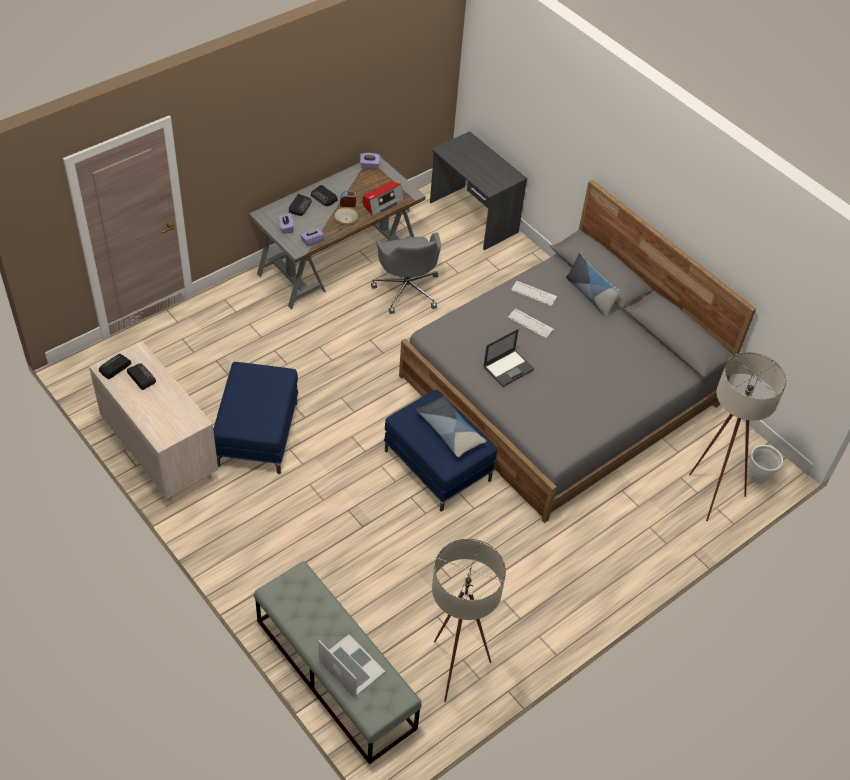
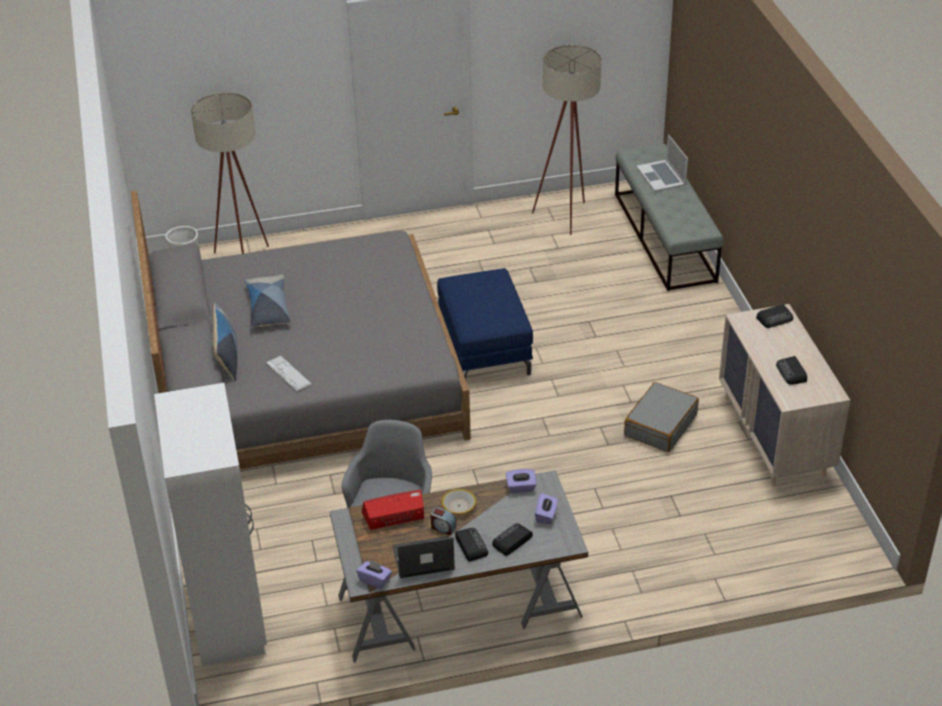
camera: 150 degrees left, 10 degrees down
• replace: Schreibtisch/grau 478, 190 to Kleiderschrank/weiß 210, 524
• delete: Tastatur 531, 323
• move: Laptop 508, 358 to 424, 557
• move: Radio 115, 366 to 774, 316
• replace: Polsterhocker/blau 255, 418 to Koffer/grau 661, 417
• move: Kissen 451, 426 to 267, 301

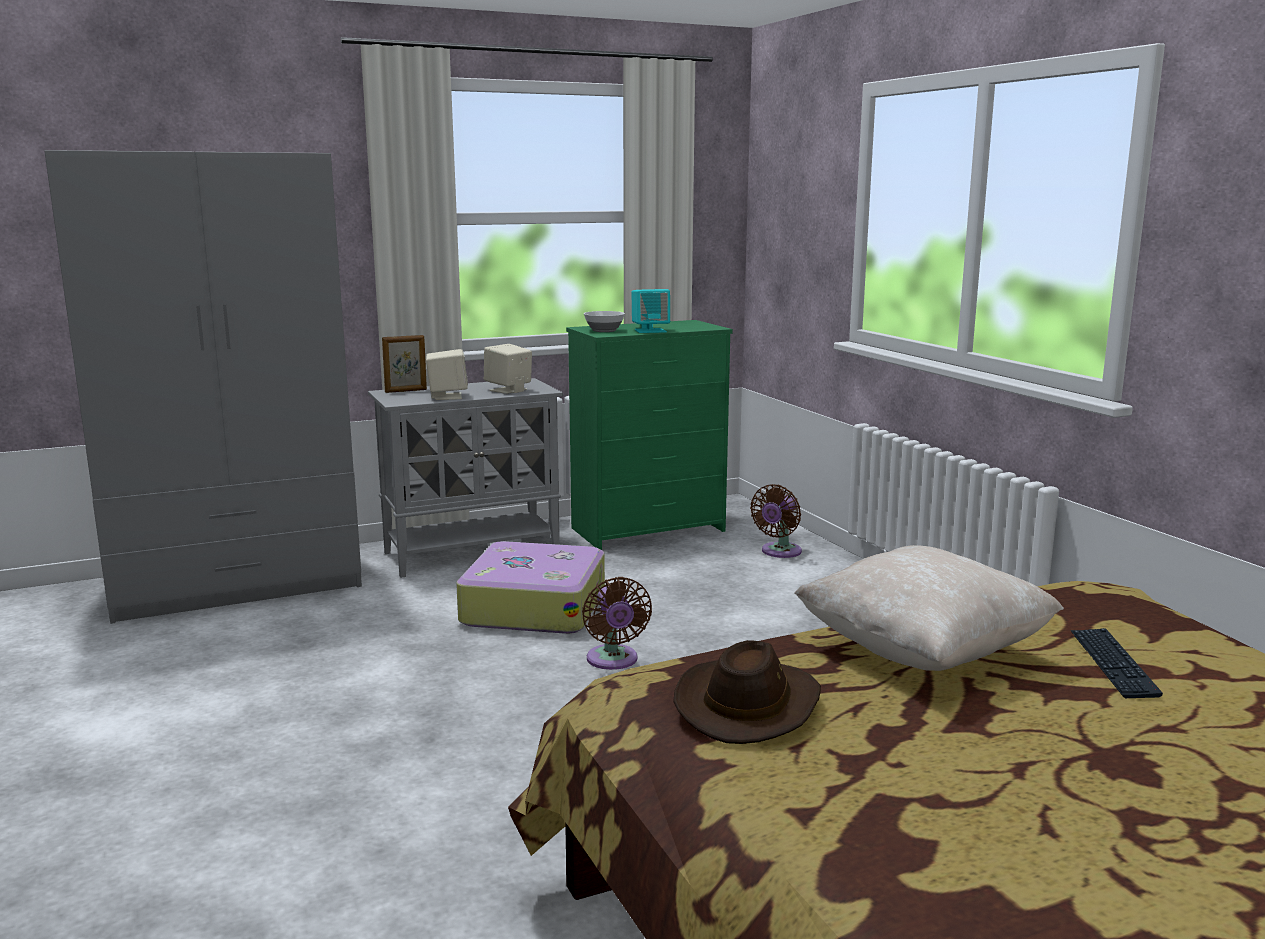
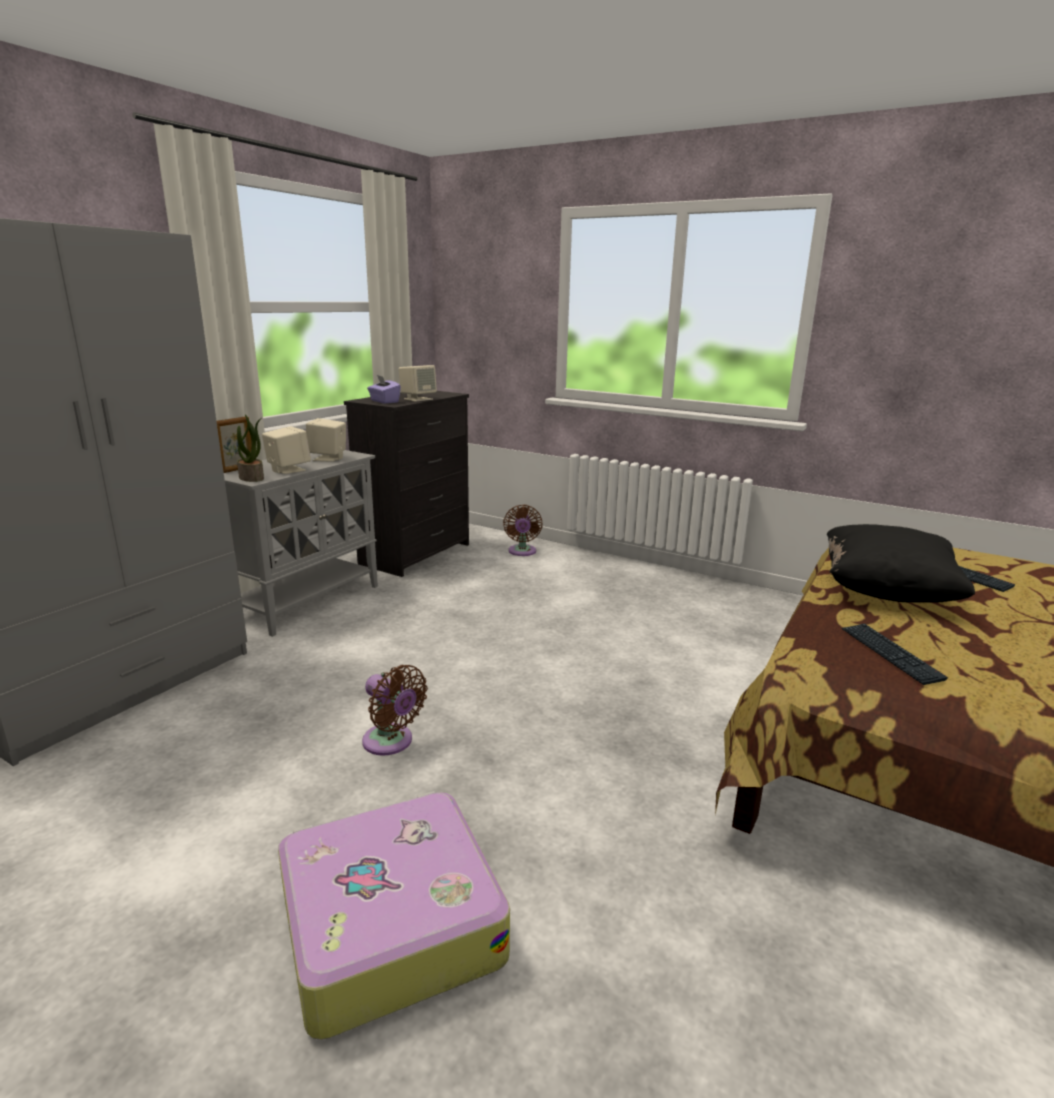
camera: 35 degrees left, 5 degrees up
• recolor: Lautsprecher/türkis 650, 311 to Lautsprecher/beige 418, 383
• replace: Schüssel 604, 321 to Taschentuchbox/lila 384, 389
• recolor: Kommode/grün 649, 435 to Kommode/schwarz 406, 484
• move: Koffer 530, 587 to 394, 915
• recolor: Kissen/beige 929, 608 to Kissen/schwarz 901, 563
• move: Ventilator/braun 617, 623 to 395, 710
• replace: Hut/braun 747, 692 to Tastatur 895, 654
• insert: Topfpflanze 250, 448

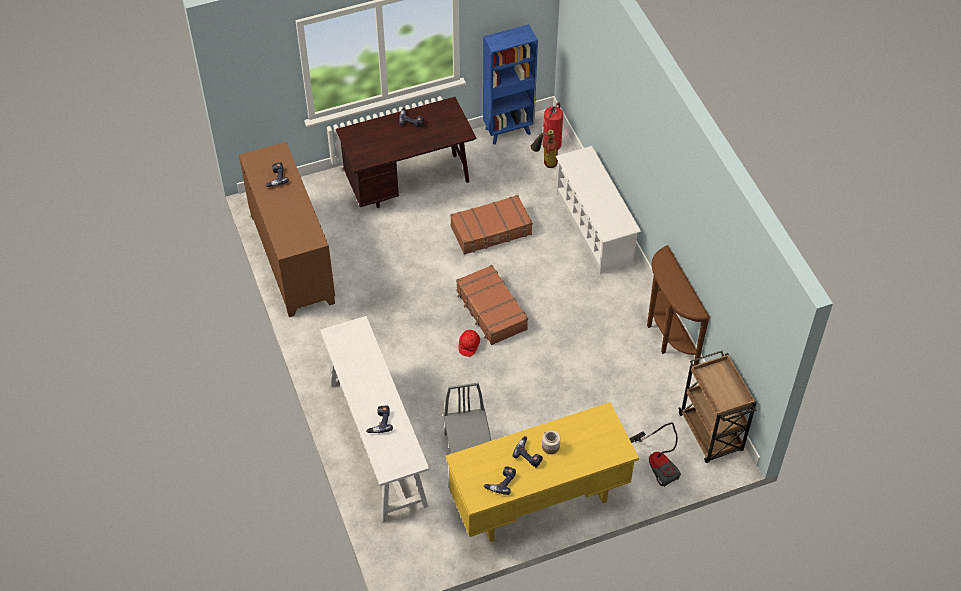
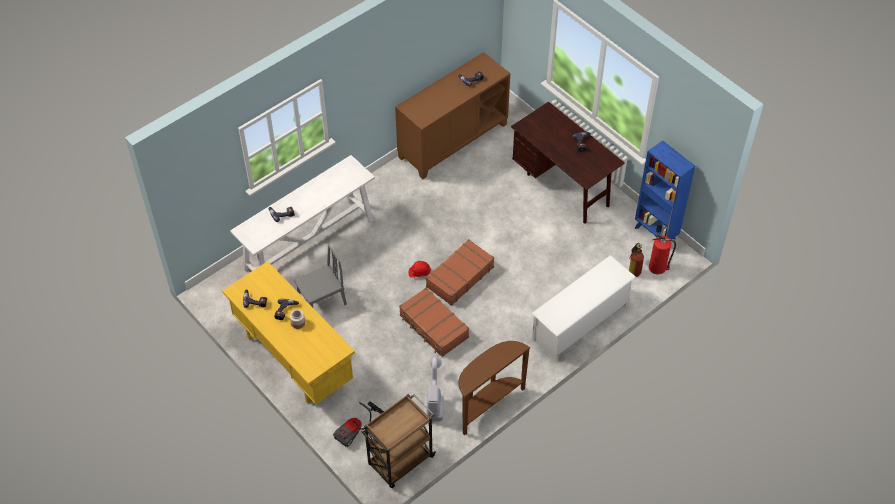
camera: 70 degrees right, 0 degrees up
• move: Koffer/braun 491, 224 to 434, 322
• insert: Staubsauger 434, 388

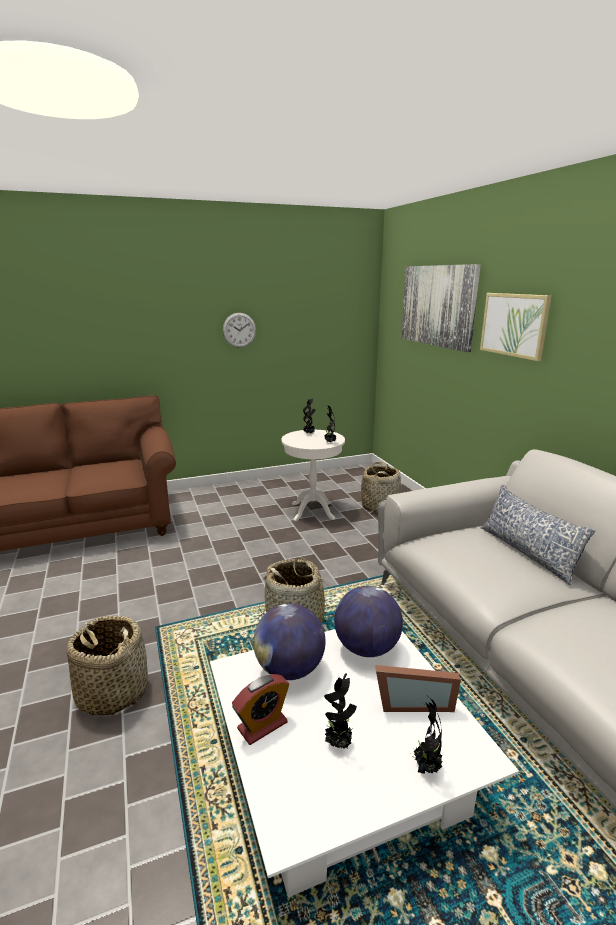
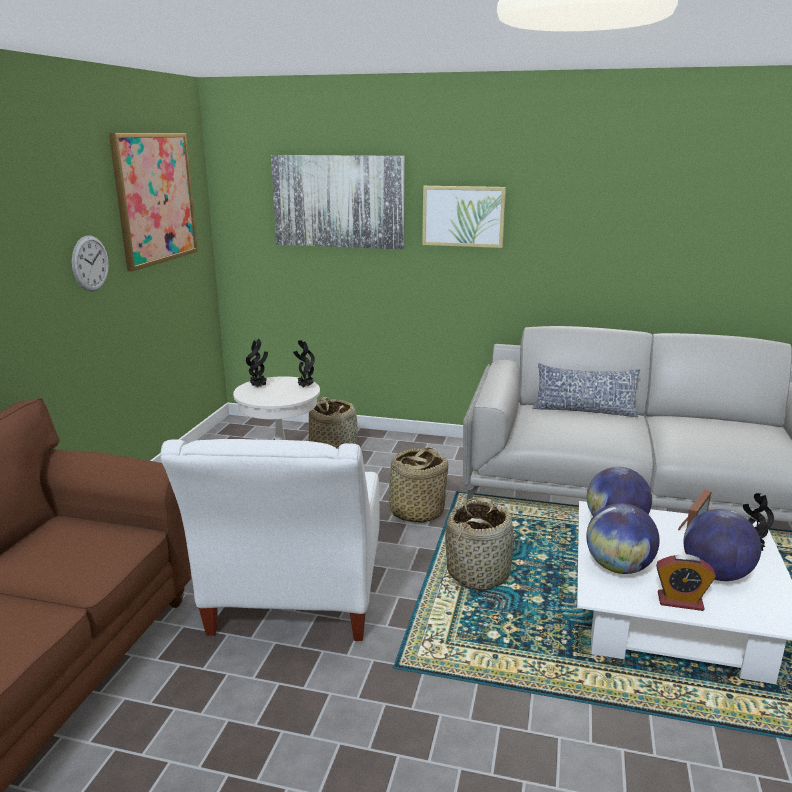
camera: 55 degrees left, 0 degrees up
• move: Korb 107, 666 to 414, 485
• replace: Topfpflanze 340, 711 to Globus 722, 545
• rotate: Wecker 260, 709 = 686, 582 105 degrees clockwise
• insert: Bild 153, 202
• insert: Sessel/weiß 270, 540

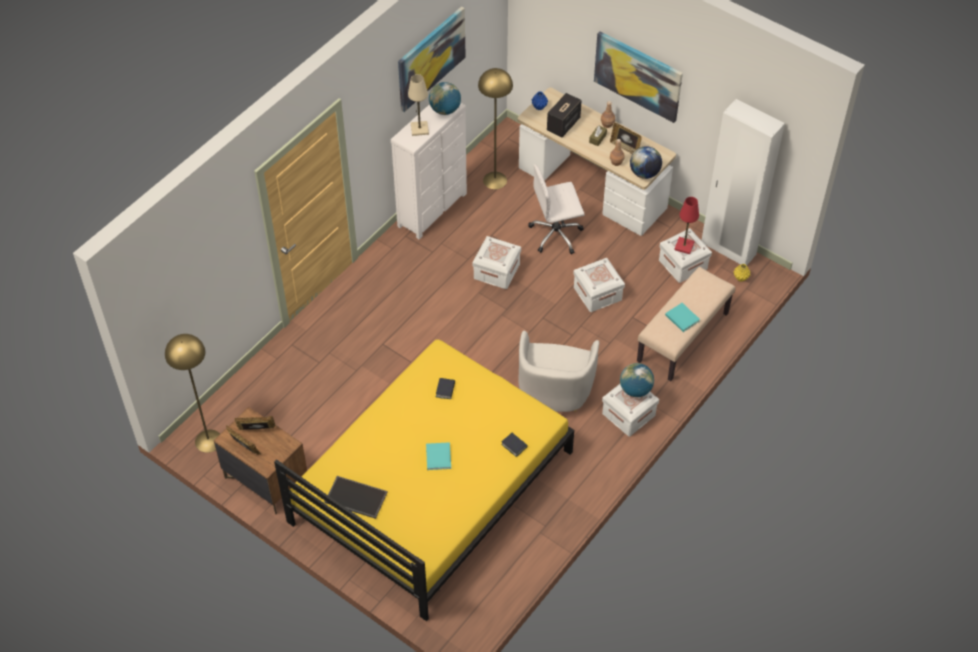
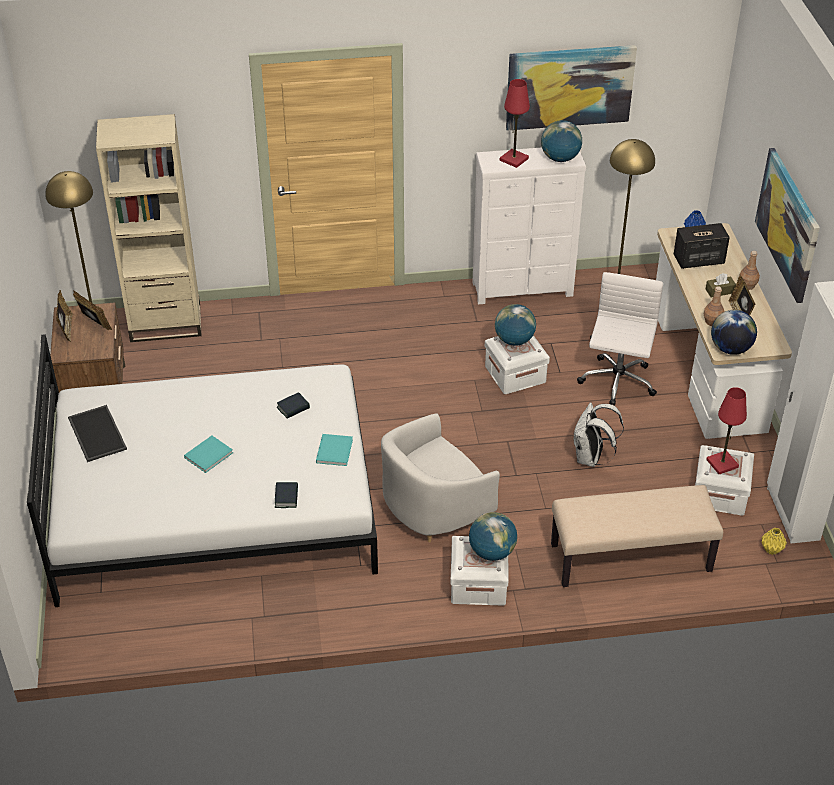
camera: 45 degrees right, 10 degrees down
• recolor: Tischlampe/beige 418, 105 to Tischlampe/rot 515, 123
• rotate: Bürostuhl/weiß 556, 209 = 620, 339 75 degrees clockwise
• replace: Aufbewahrungsbox/weiß 599, 285 to Rucksack/weiß 598, 434
• move: Buch/türkis 682, 317 to 334, 450
• recolor: Bett/gelb 424, 480 to Bett/weiß 202, 470
• insert: Bücherregal/beige 148, 228
• insert: Globus 515, 325

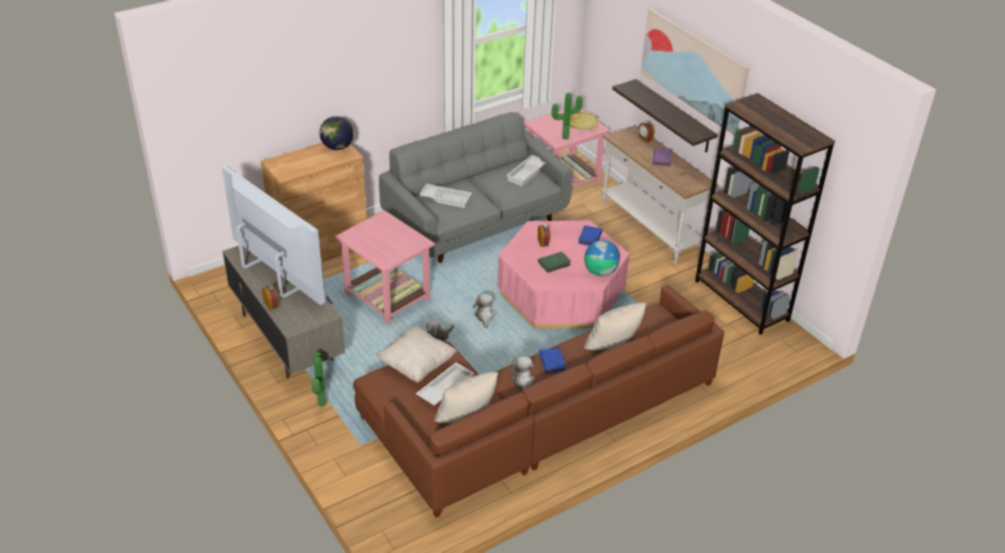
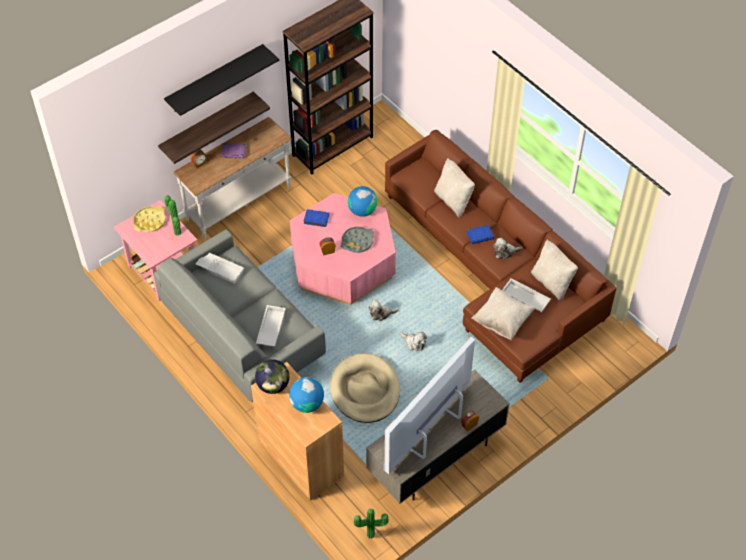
camera: 95 degrees left, 15 degrees up
• replace: Bild 695, 72 to Wandregal/schwarz 221, 80
• replace: Beistelltisch/rosa 385, 267 to Hundebett/beige 365, 388
• replace: Buch/grün 554, 262 to Tablett/grau 357, 240
• move: Topfpflanze 319, 379 to 371, 523
• insert: Globus 306, 395

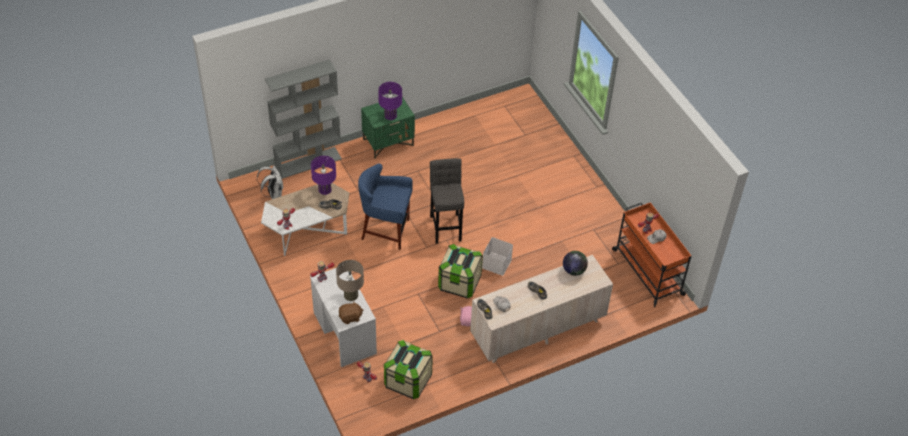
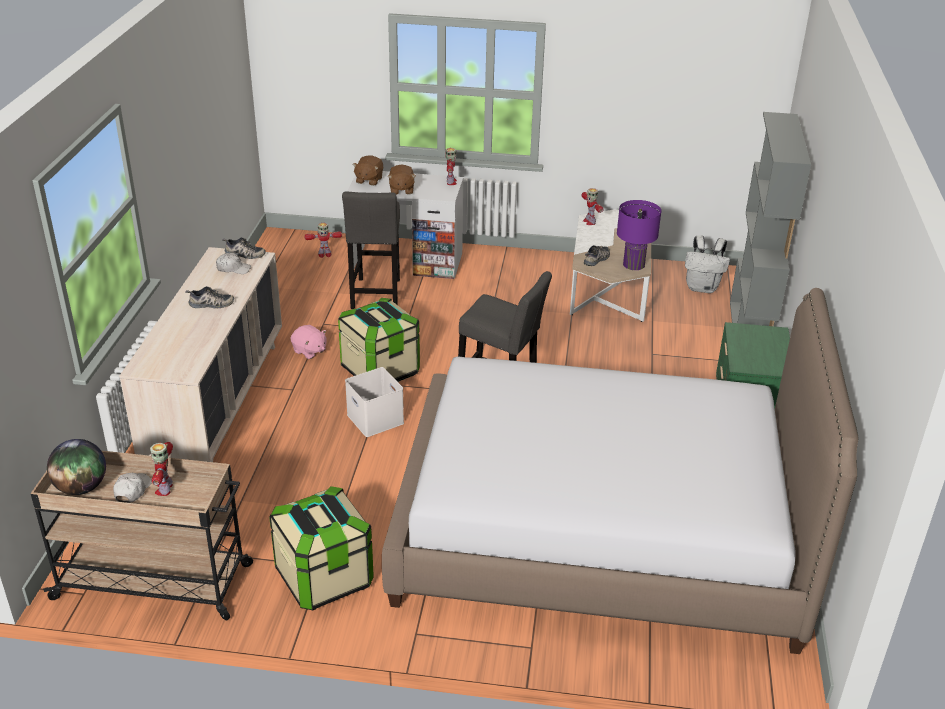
camera: 125 degrees right, 15 degrees down
• delete: Tischlampe/lila 390, 101
• delete: Hocker/blau 385, 206
• recolor: Rollwagen/orange 652, 254 to Rollwagen/beige 142, 535
• move: Globus 575, 263 to 76, 467
• replace: Tischlampe/beige 350, 280 to Plüschtier/braun 402, 179
• move: Aufbewahrungsbox 408, 369 to 321, 548
• insert: Hocker/grau 371, 250
• insert: Bett 620, 471

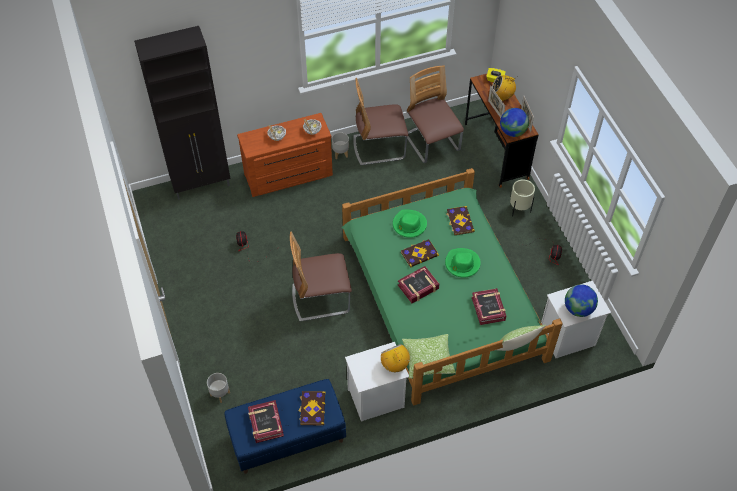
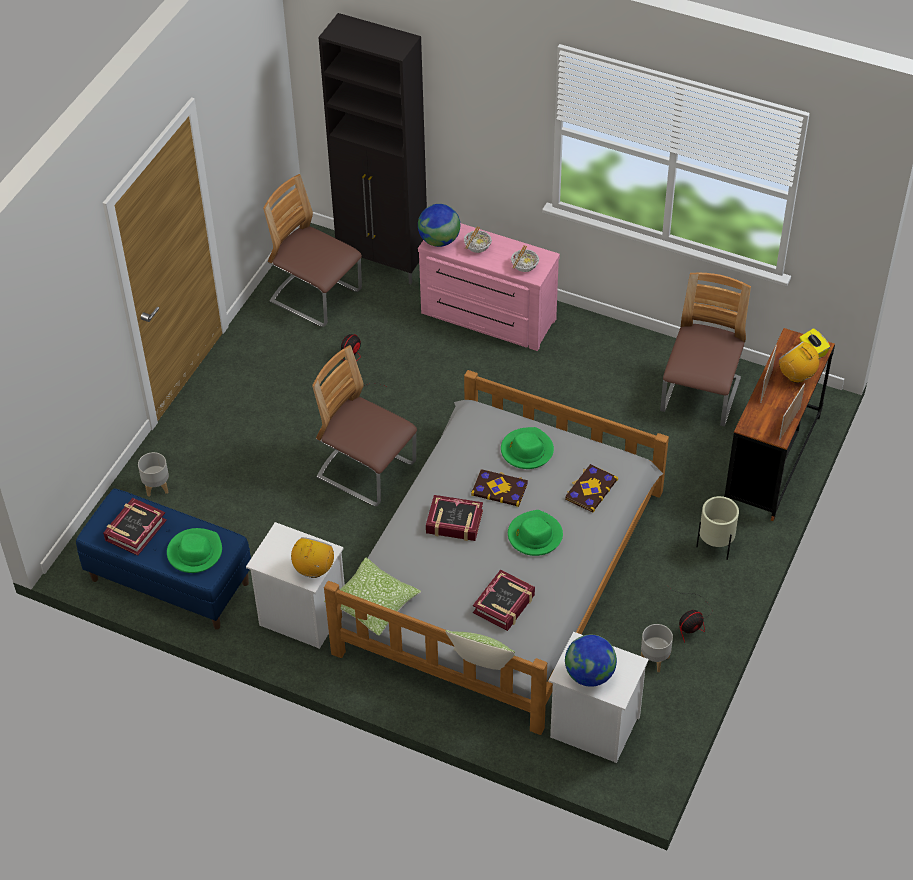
camera: 45 degrees right, 5 degrees down
• move: Stuhl 380, 121 to 312, 250
• move: Globus 514, 122 to 439, 225
• recolor: Kommode/braun 285, 155 to Kommode/rosa 489, 287
• move: Pflanzkübel/grau 340, 145 to 657, 648
• recolor: Bett/grün 452, 286 to Bett/grau 496, 552
• replace: Buch 312, 408 to Hut/grün 194, 550

